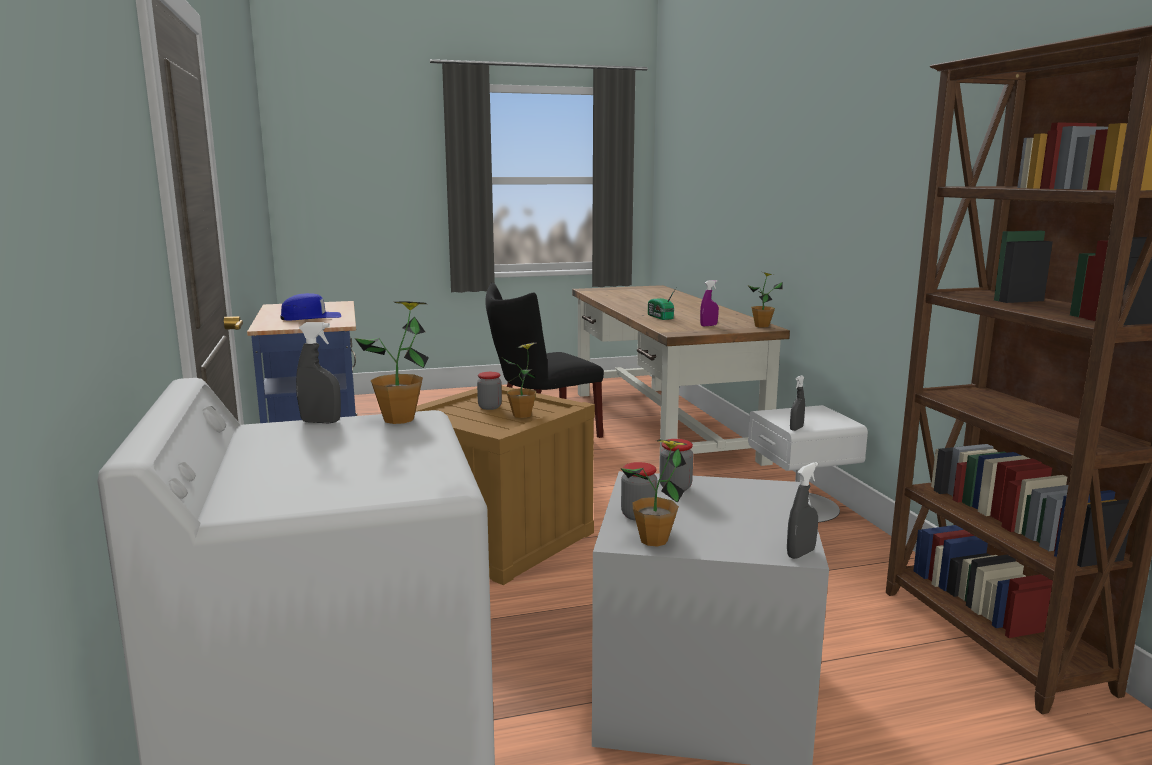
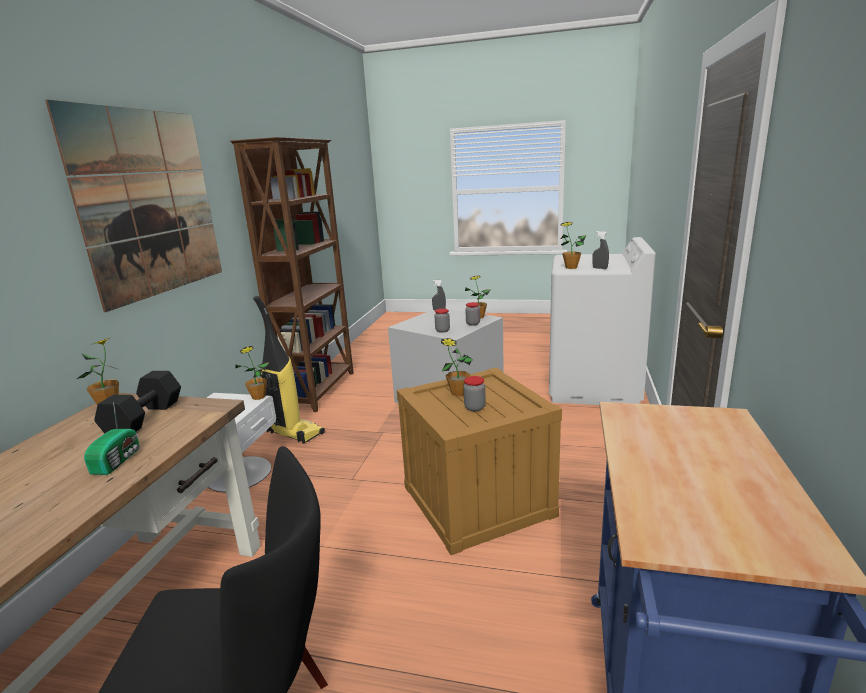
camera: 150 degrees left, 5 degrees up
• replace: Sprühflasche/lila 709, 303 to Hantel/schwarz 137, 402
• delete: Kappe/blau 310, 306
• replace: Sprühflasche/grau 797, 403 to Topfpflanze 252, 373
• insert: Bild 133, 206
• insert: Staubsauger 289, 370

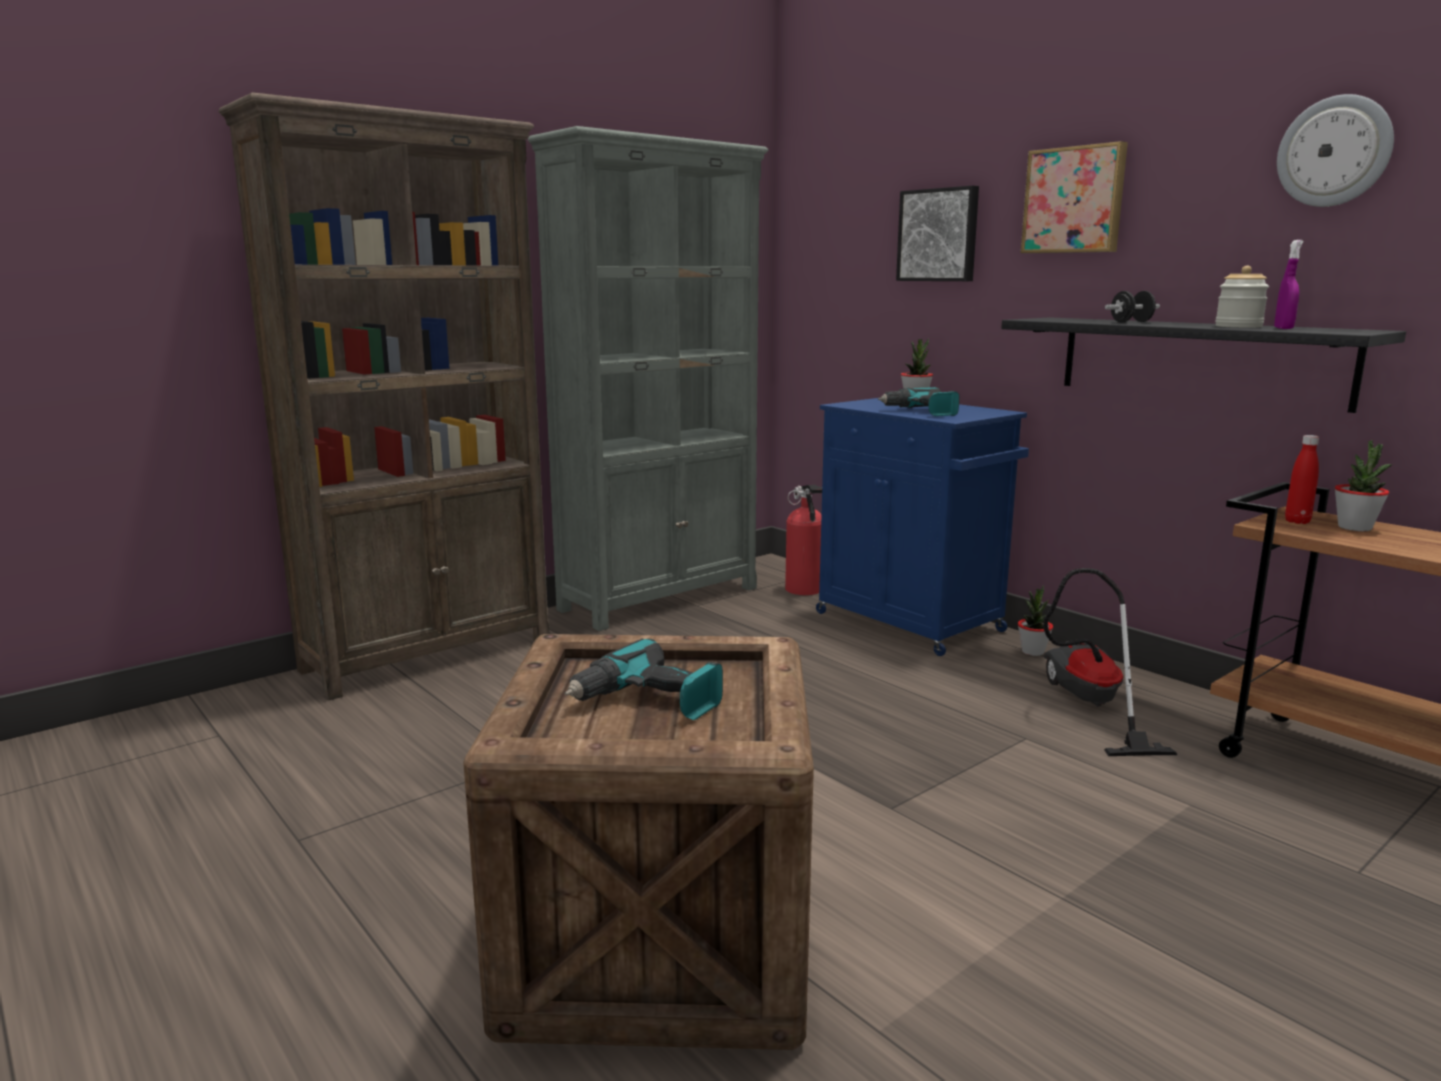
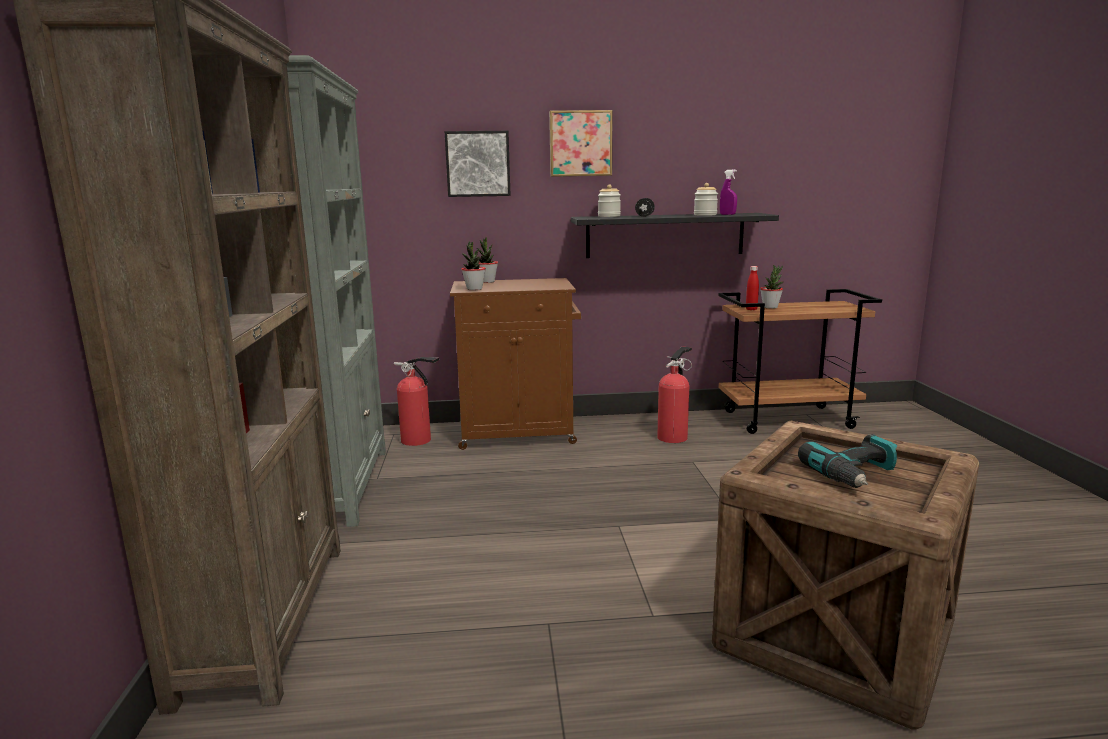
camera: 55 degrees left, 0 degrees up
• delete: Wanduhr 1335, 150
• delete: Bohrmaschine 918, 401
• recolor: Schrank/blau 922, 527 to Schrank/braun 515, 364
• replace: Staubsauger 1110, 662 to Feuerlöscher 674, 394
• move: Topfpflanze 1035, 621 to 474, 265
• insert: Vorratsglas 609, 200

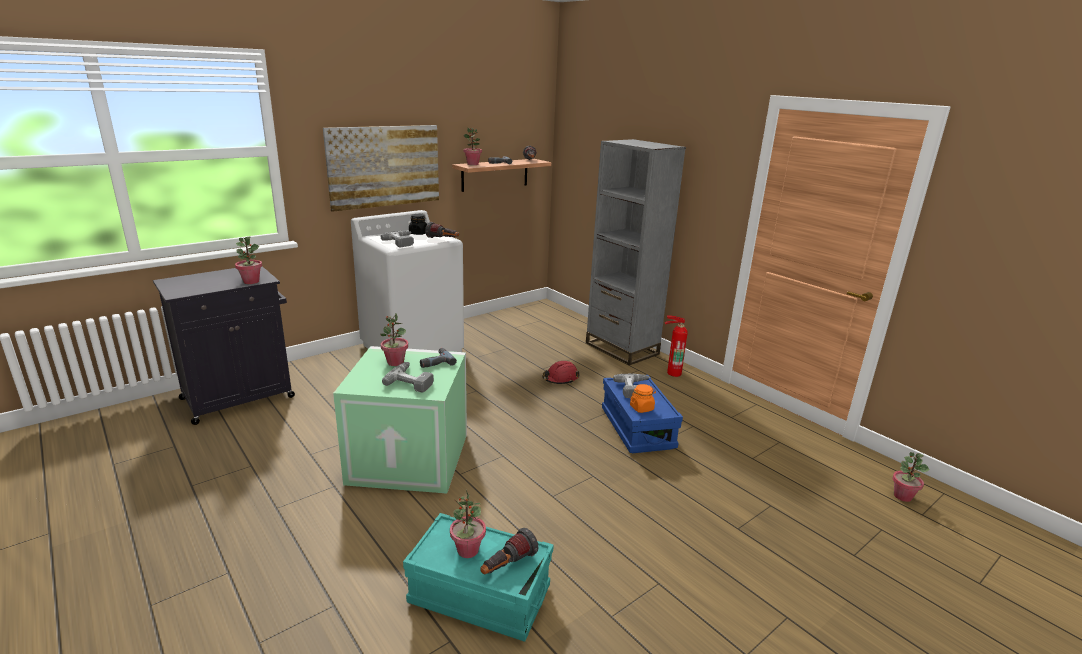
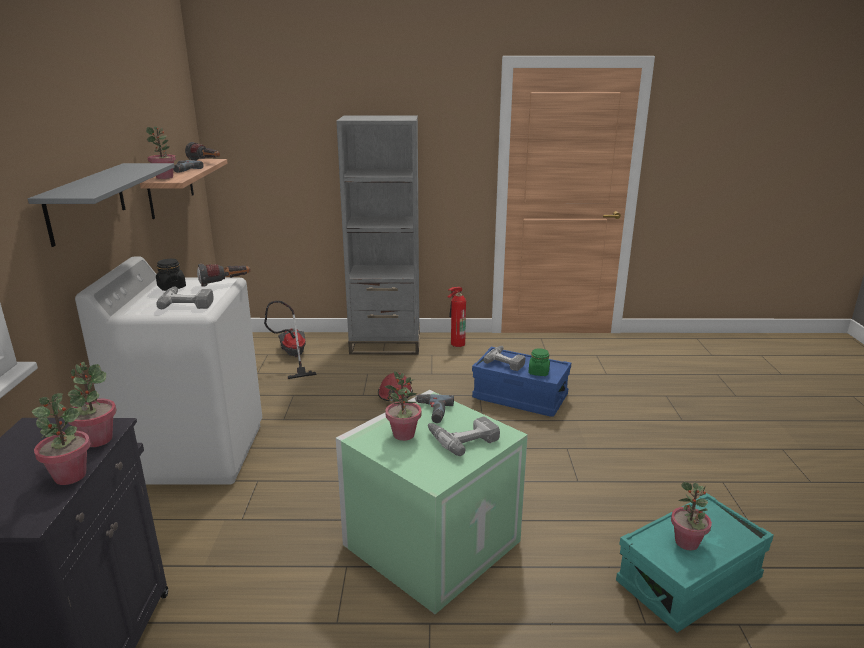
camera: 50 degrees left, 0 degrees up
• replace: Bild 381, 168 to Wandregal/grau 101, 205
• recolor: Vorratsglas/orange 643, 398 to Vorratsglas/grün 539, 362
• move: Topfpflanze 910, 477 to 61, 439
• delete: Taschenlampe 509, 551
• insert: Staubsauger 290, 340

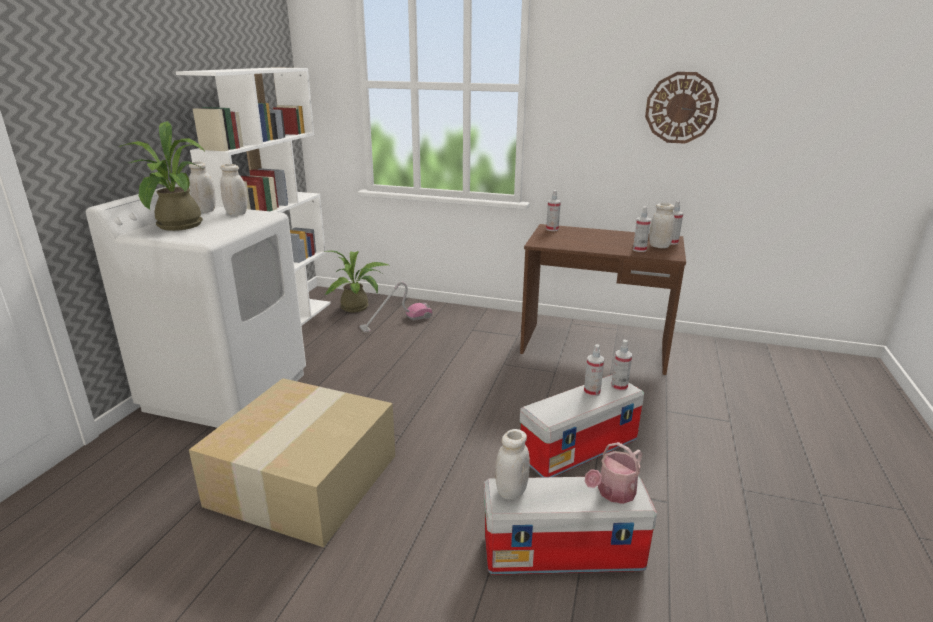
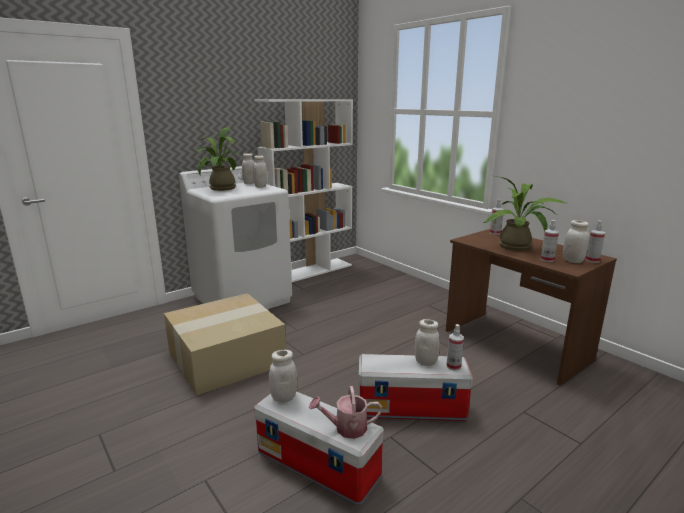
camera: 35 degrees right, 5 degrees down
• delete: Wanduhr 682, 108
• move: Topfpflanze 357, 281 to 526, 213
• delete: Staubsauger 396, 307
• replace: Sprühflasche 594, 370 to Vorratsglas/weiß 427, 342

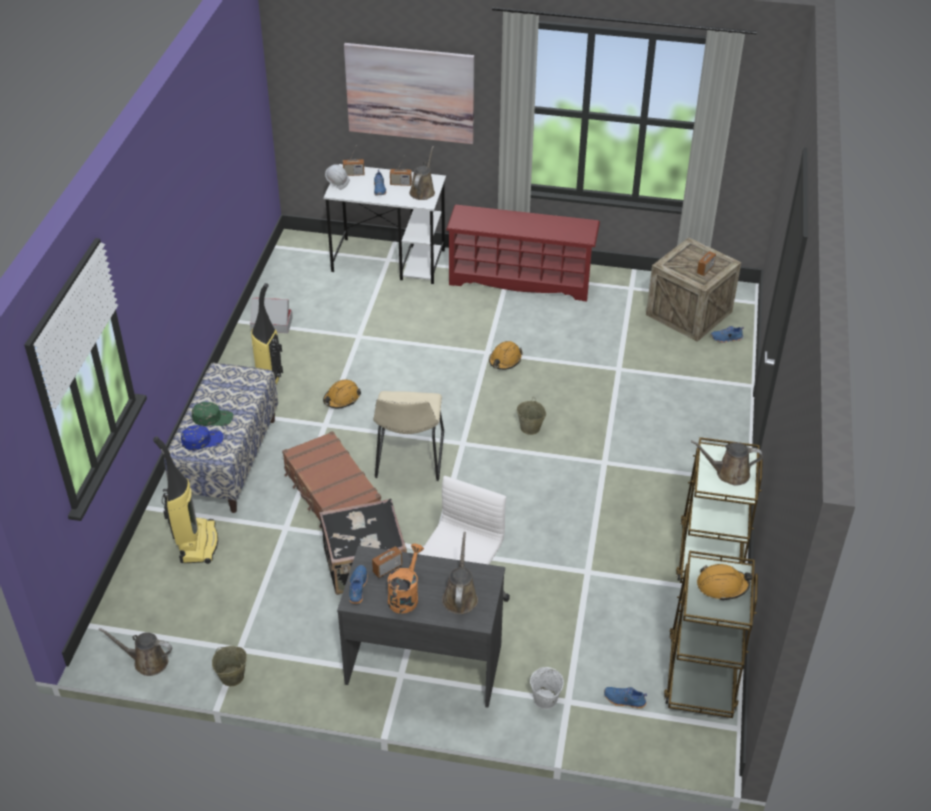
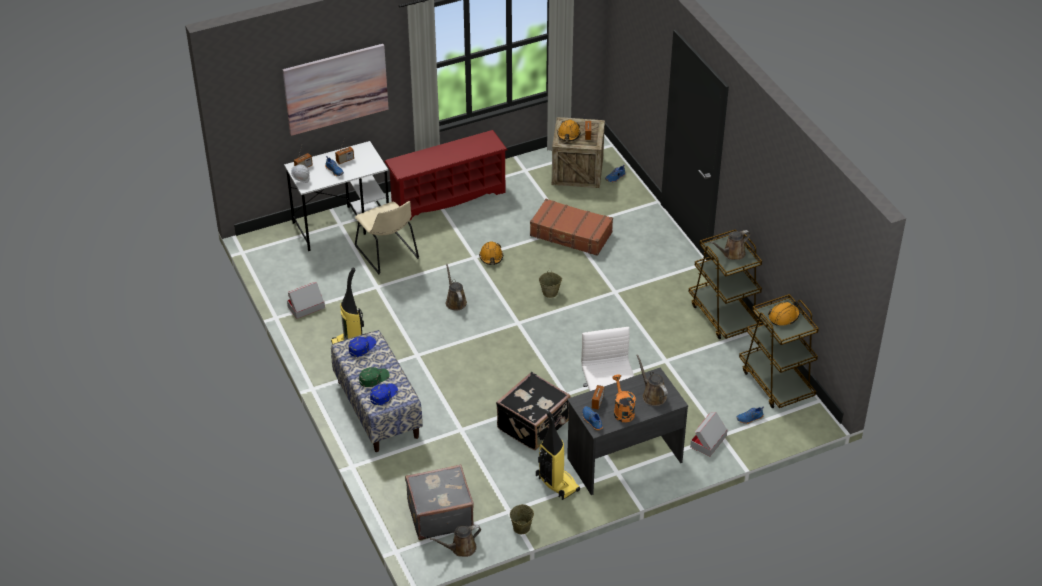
camera: 35 degrees left, 0 degrees up
• move: Gießkanne/braun 422, 173 to 456, 287
• move: Schutzhelm/orange 342, 393 to 569, 130
• move: Stuhl/beige 408, 436 to 387, 237
• move: Koffer/braun 331, 479 to 571, 227
• move: Staubsauger 185, 500 to 558, 455
• replace: Eimer/weiß 547, 688 to Karton 709, 434
• insert: Kappe/blau 362, 347
• insert: Koffer/grau 439, 502

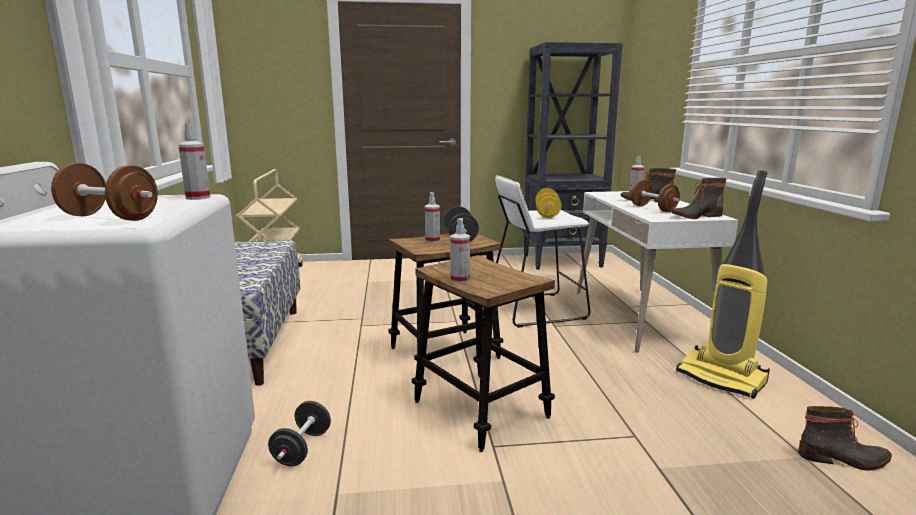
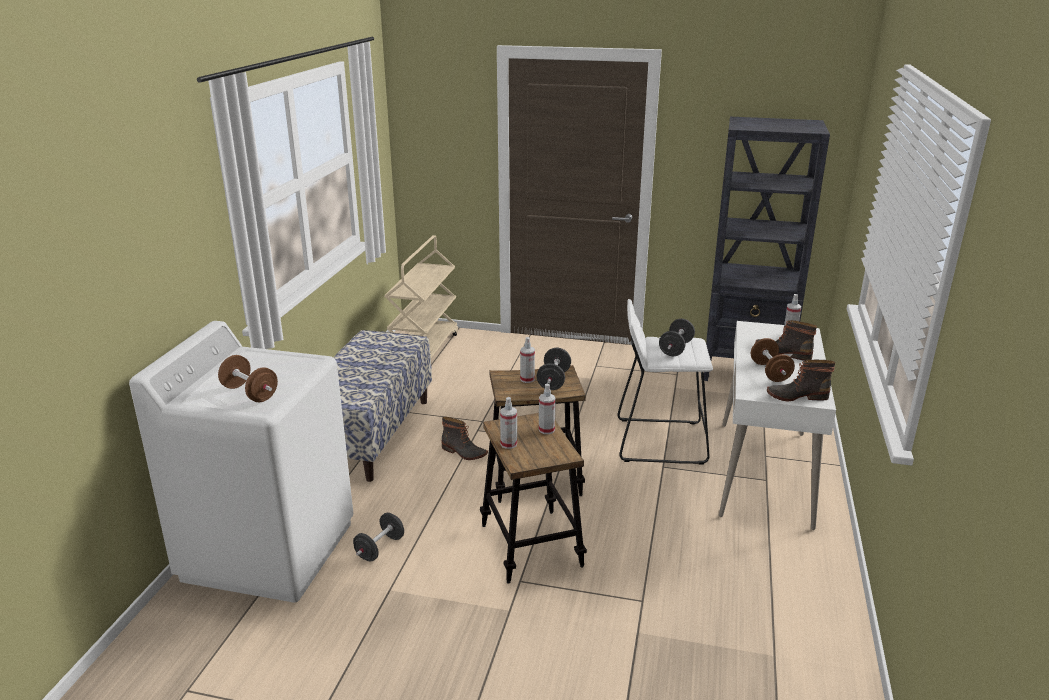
camera: 20 degrees right, 10 degrees up
• move: Sprühflasche 194, 161 to 547, 409
• delete: Staubsauger 723, 284
• recolor: Hantel/gelb 548, 203 to Hantel/schwarz 677, 337
• move: Stiefel 845, 438 to 465, 438

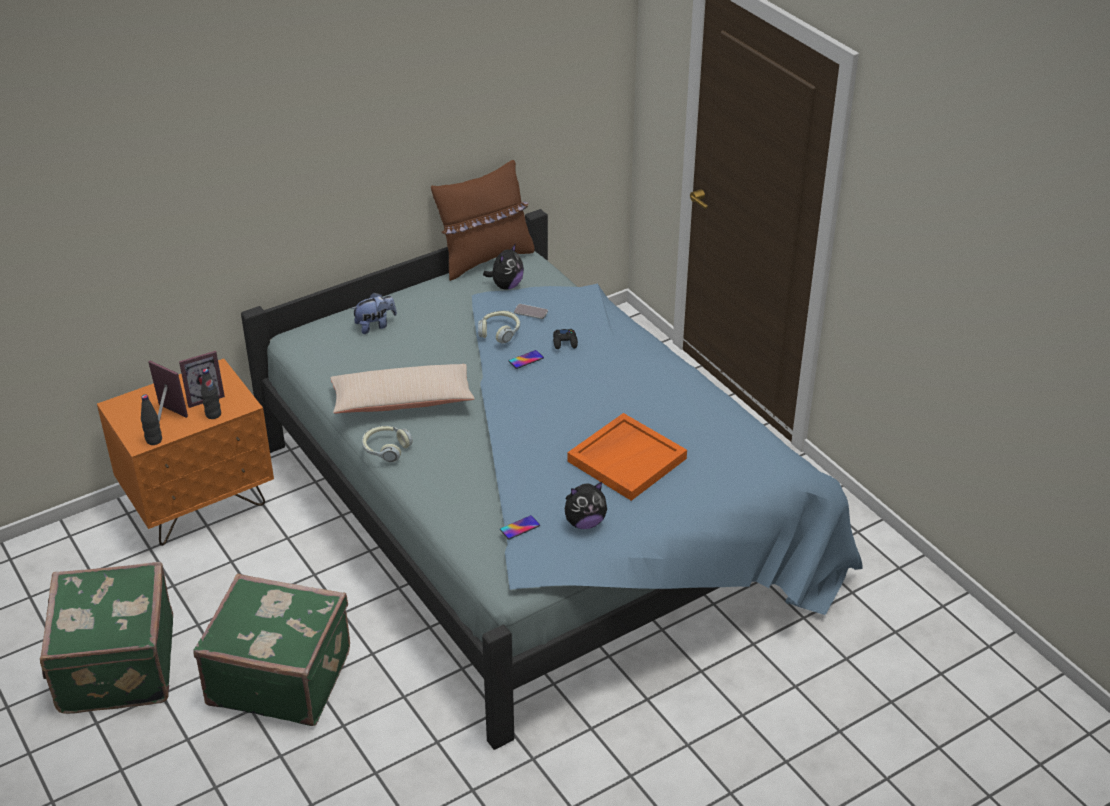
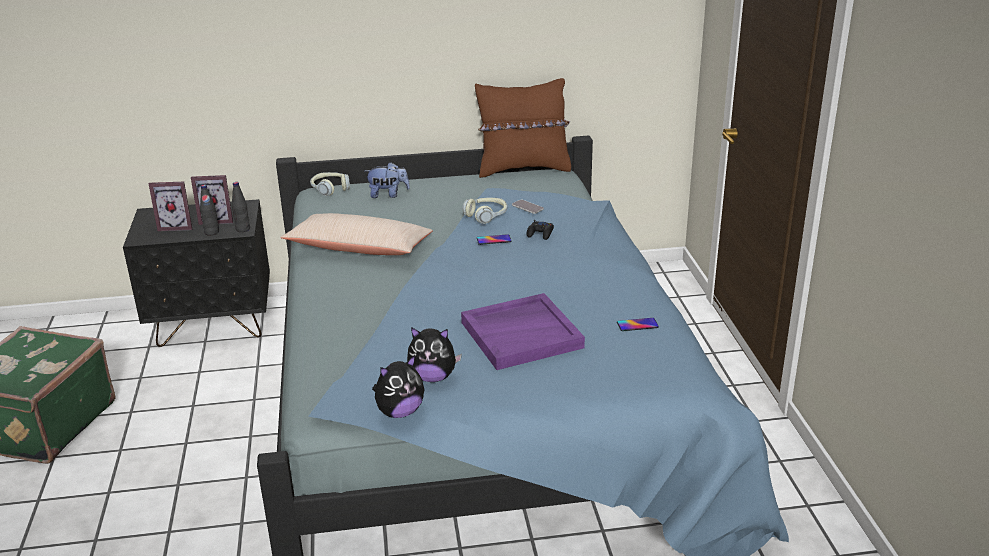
camera: 25 degrees right, 10 degrees down
• move: Plüschtier 503, 266 to 398, 386
• recolor: Nachttisch/orange 185, 452 to Nachttisch/schwarz 196, 273
• rotate: Bilderrahmen 168, 391 = 170, 206 120 degrees clockwise
• move: Flasche/schwarz 151, 419 to 241, 207
• recolor: Tablett/orange 627, 457 to Tablett/lila 523, 331
• move: Kopfhörer 387, 444 to 330, 184
• move: Handy 520, 527 to 638, 324
• delete: Koffer/grün 271, 649

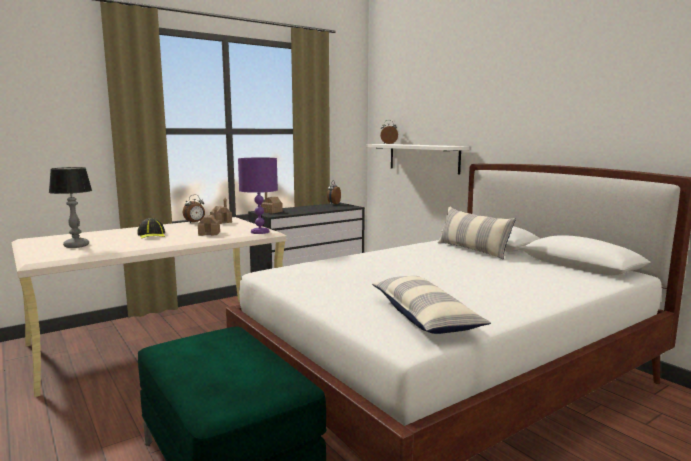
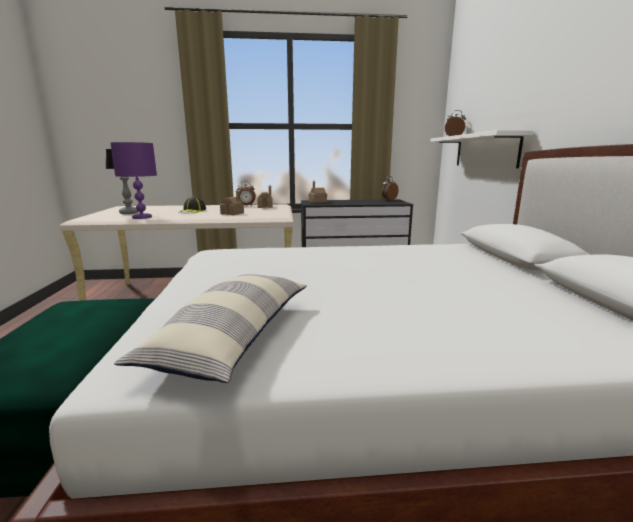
camera: 30 degrees right, 5 degrees up
• move: Tischlampe/lila 258, 195 to 133, 180
• delete: Kissen 477, 233

